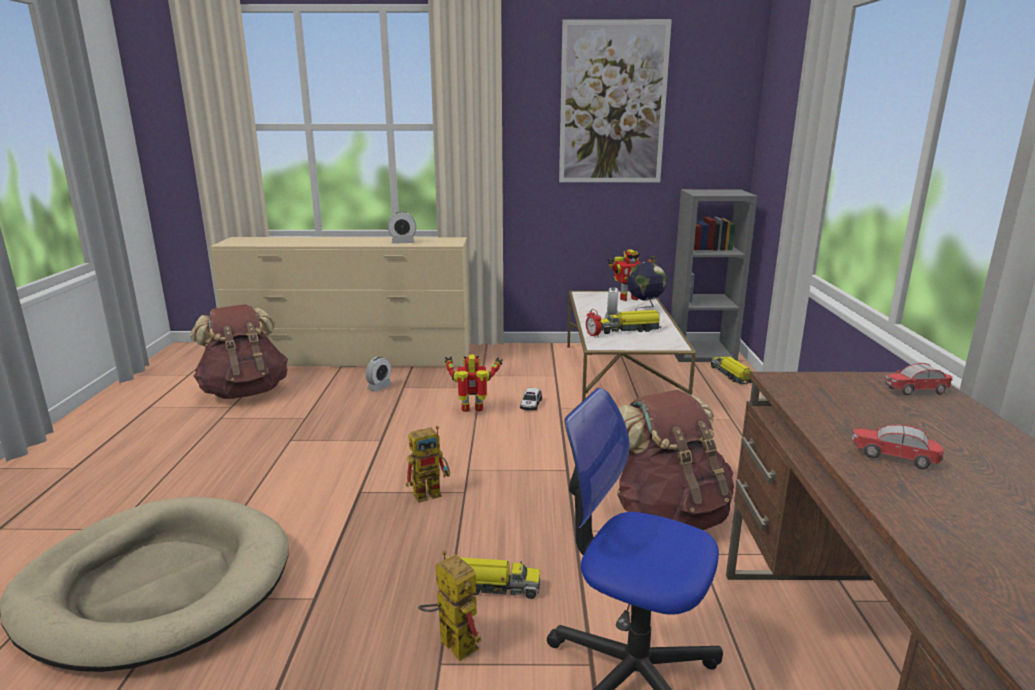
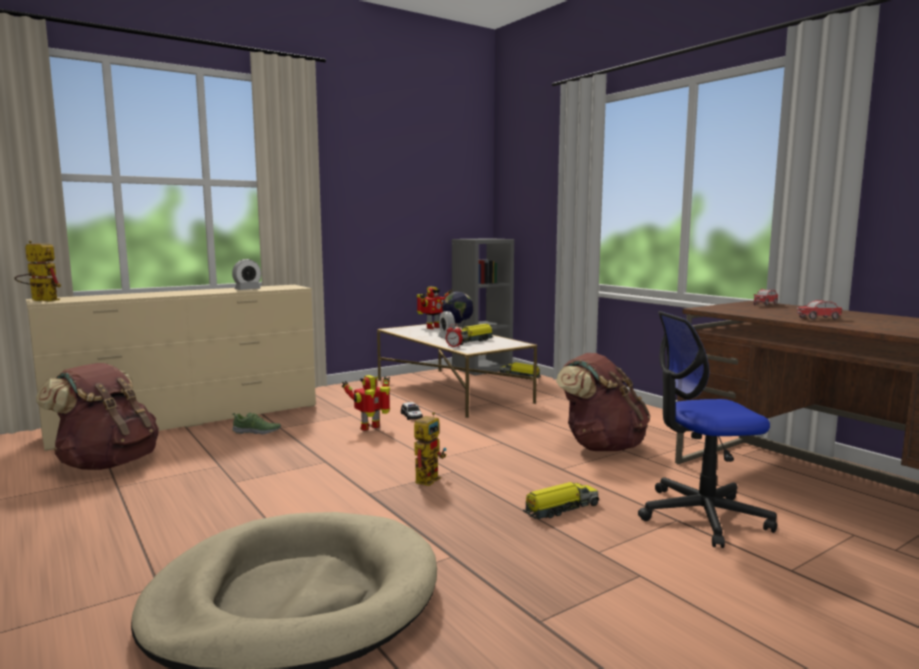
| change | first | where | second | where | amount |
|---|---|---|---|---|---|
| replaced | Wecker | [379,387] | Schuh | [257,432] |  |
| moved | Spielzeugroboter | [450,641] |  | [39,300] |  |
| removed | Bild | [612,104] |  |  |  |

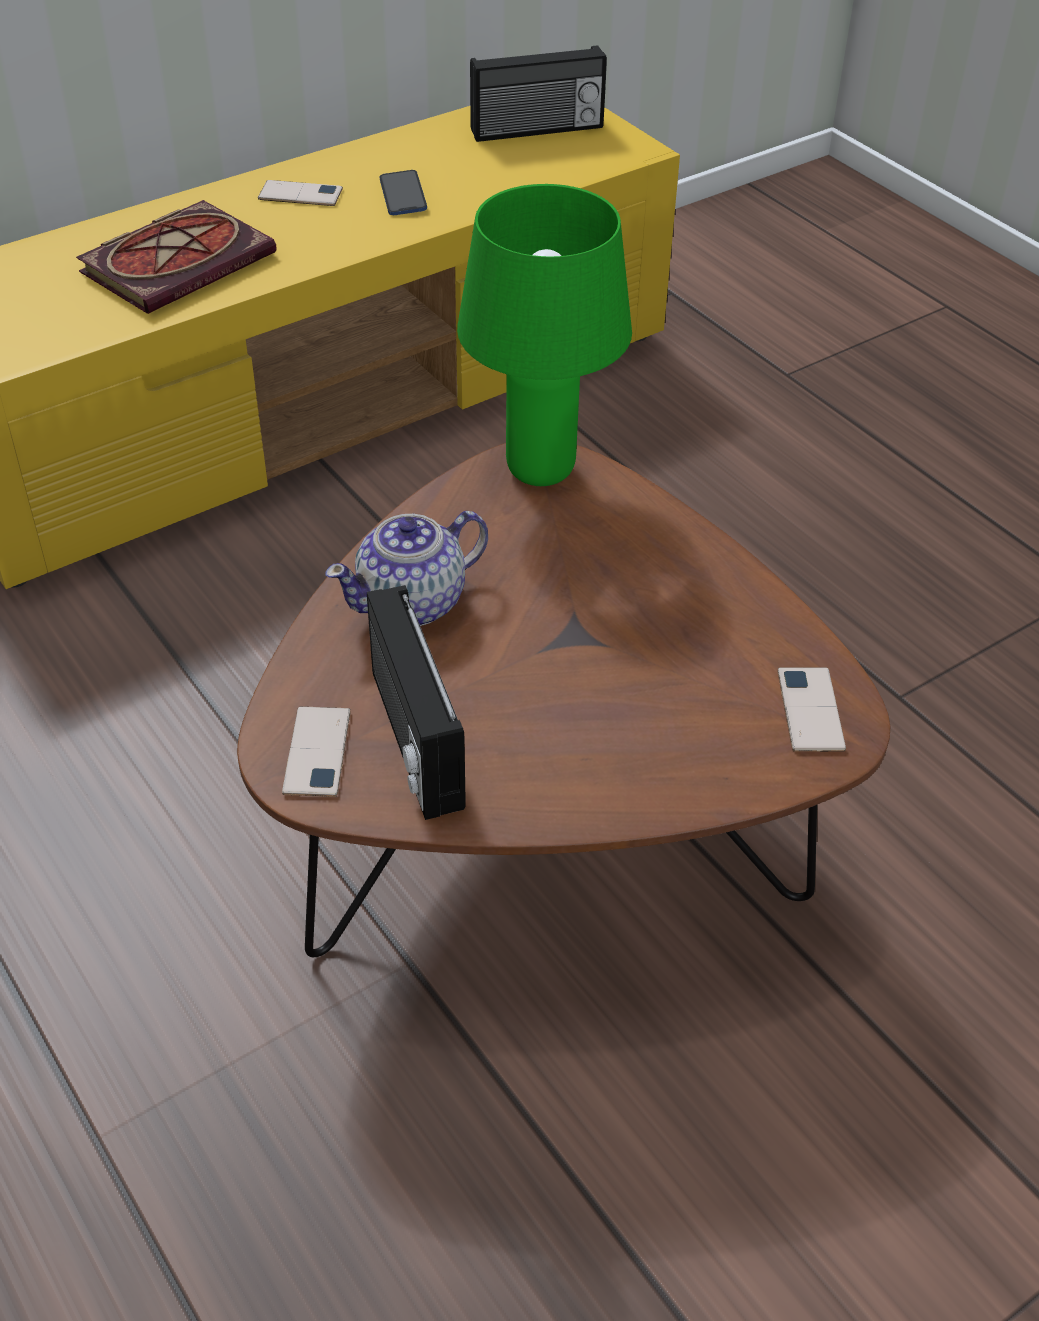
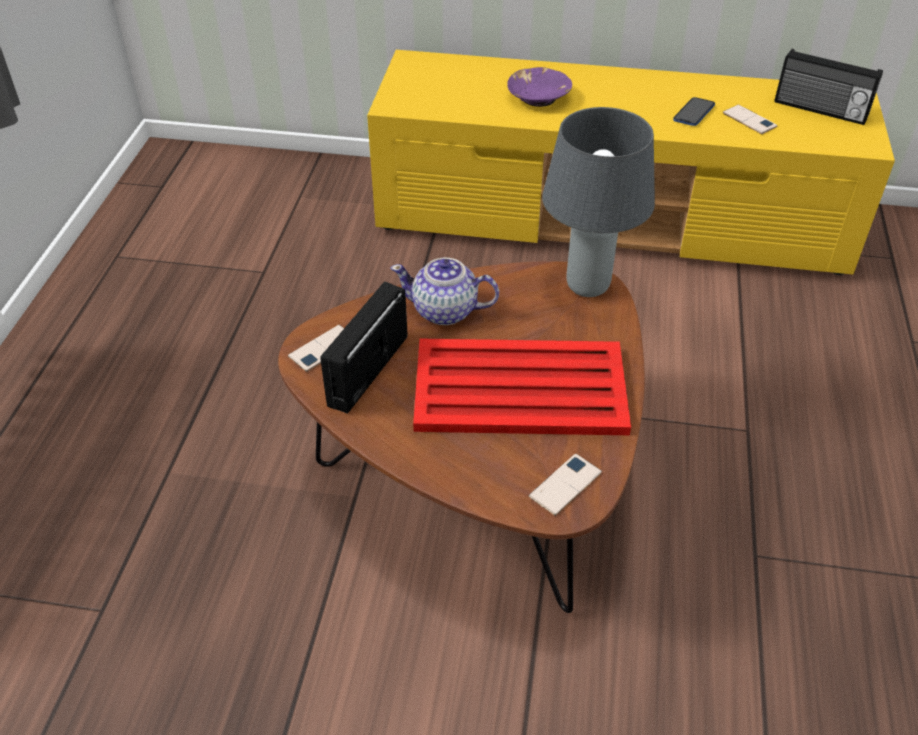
| change | first | where | second | where | amount |
|---|---|---|---|---|---|
| replaced | Buch | [179,261] | Schüssel (lila) | [539,97] |  |
| moved | Handy | [300,194] |  | [749,120] |  |
| recoloured | Tischlampe (grün) | [541,469] | Tischlampe (grau) | [589,286] |  |
| added |  |  | Tablett (rot) | [517,388] |  |

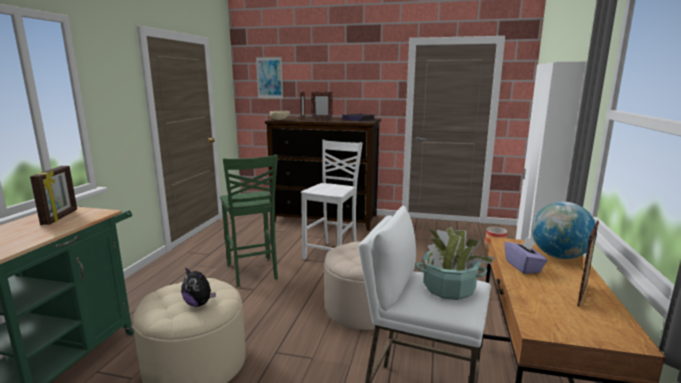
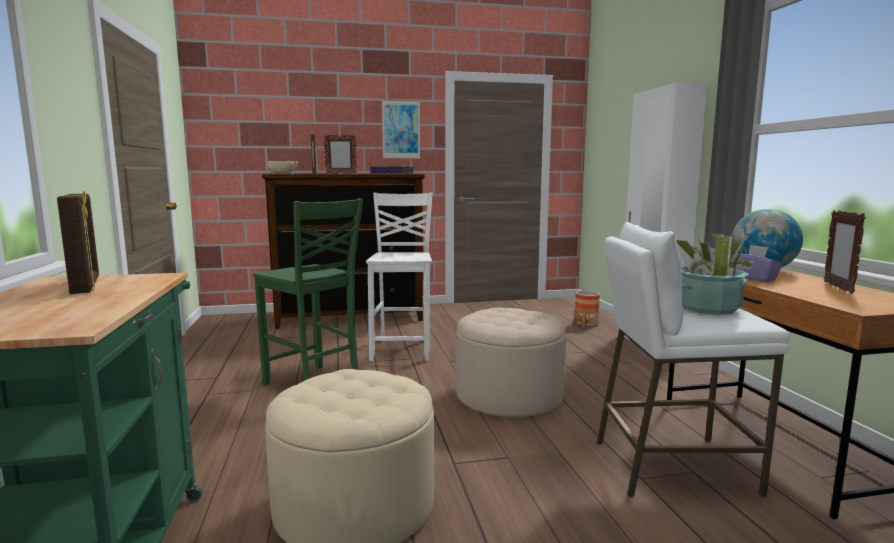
| change | first | where | second | where | amount |
|---|---|---|---|---|---|
| removed | Plüschtier | [199,304] |  |  |  |
| moved | Bild | [269,78] |  | [401,129] |  |

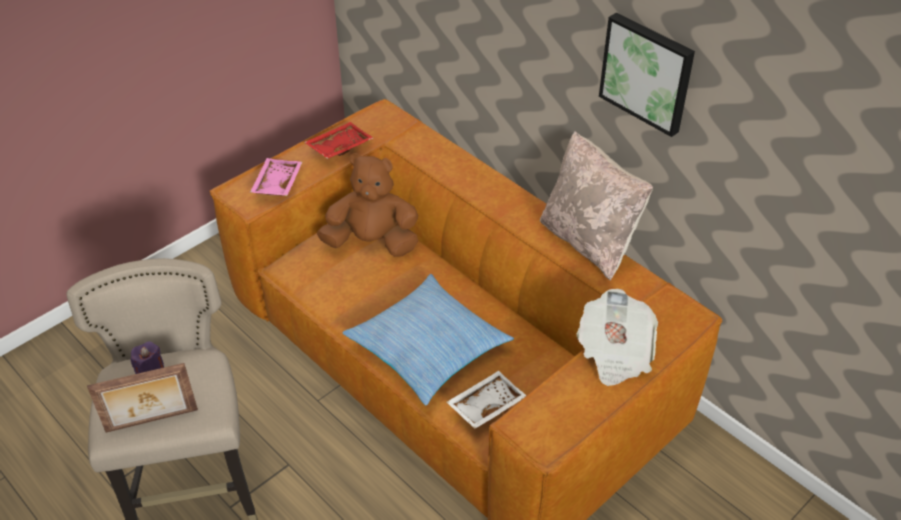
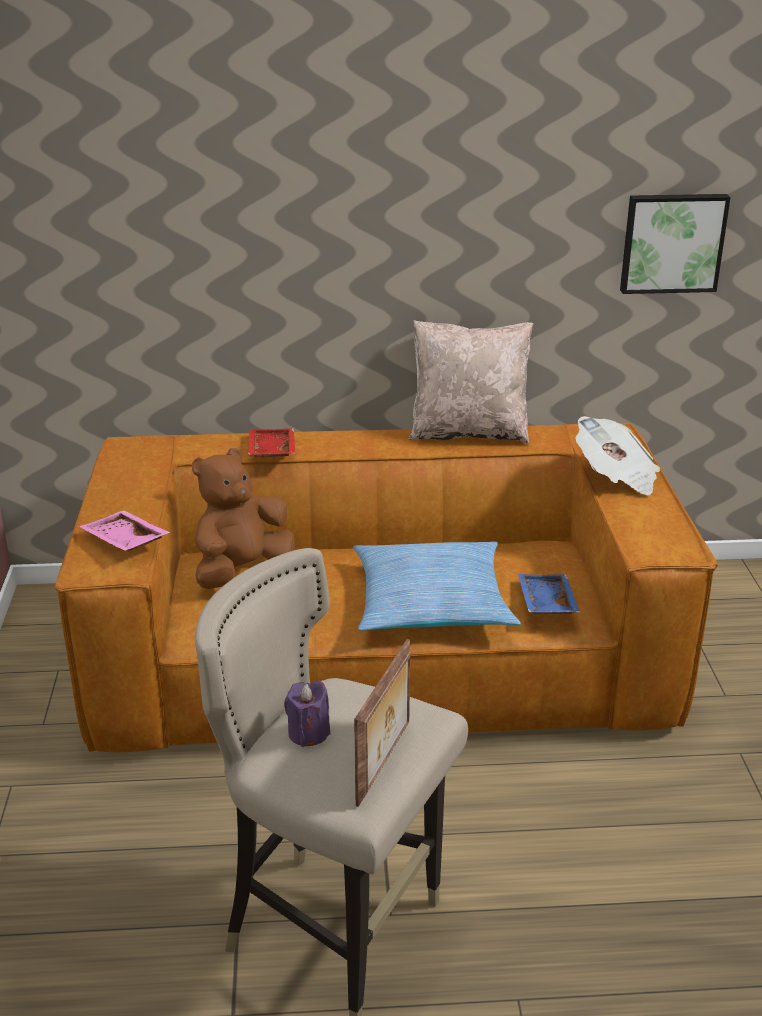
| change | first | where | second | where | amount |
|---|---|---|---|---|---|
| moved | Tablett (rot) | [339,146] |  | [270,451] |  |
| recoloured | Tablett (weiß) | [485,404] | Tablett (blau) | [545,603] |  |
| moved | Bild | [647,72] |  | [672,242] |  |

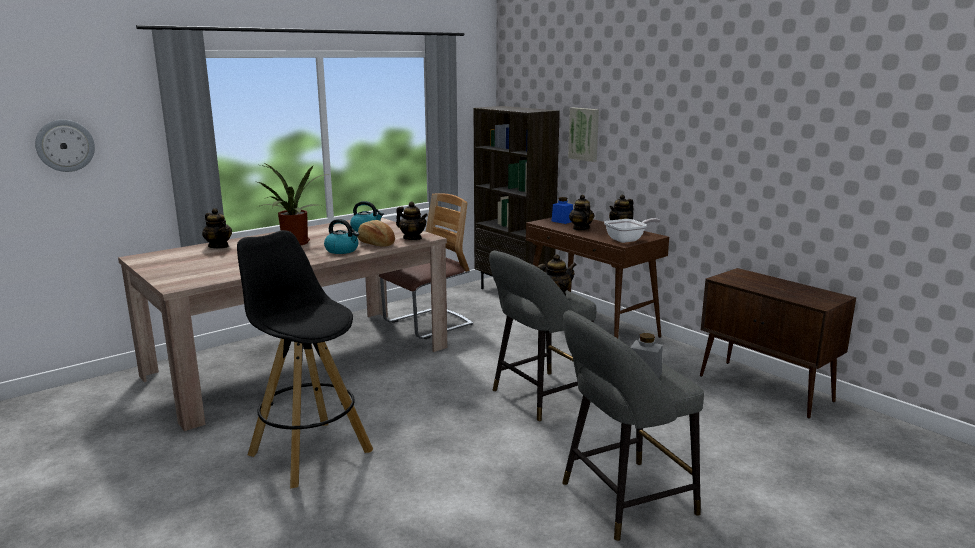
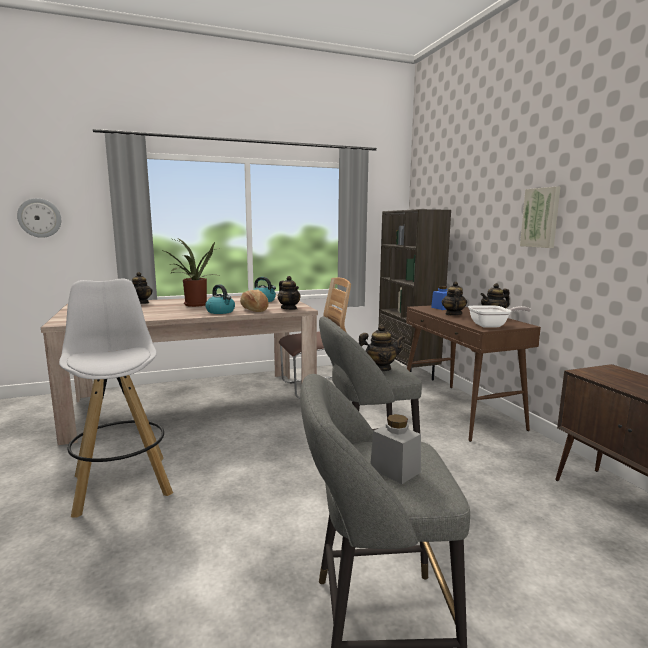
| change | first | where | second | where | amount |
|---|---|---|---|---|---|
| recoloured | Hocker (schwarz) | [309,452] | Hocker (weiß) | [122,484] |  |
| moved | Bild | [584,134] |  | [541,218] |  |

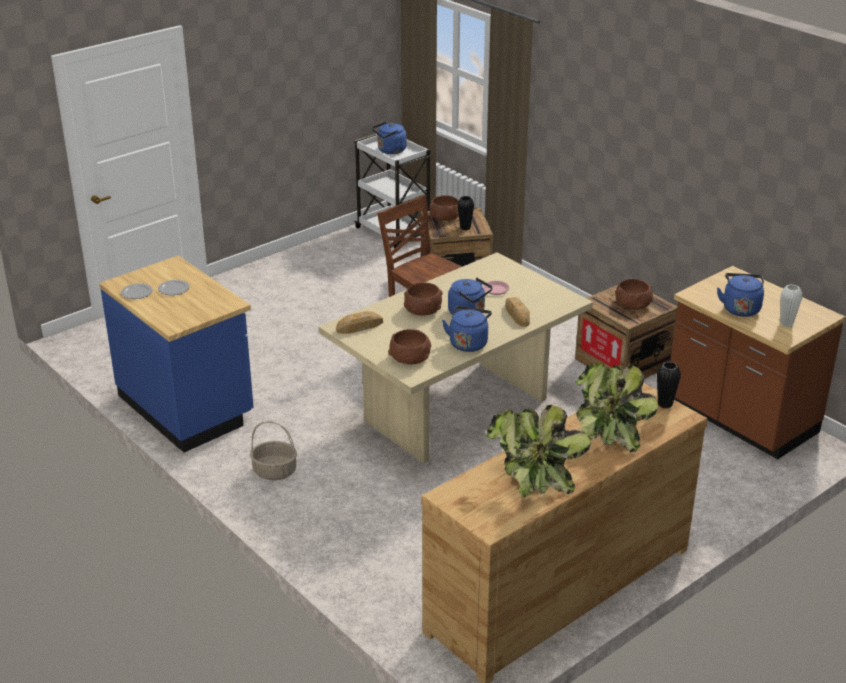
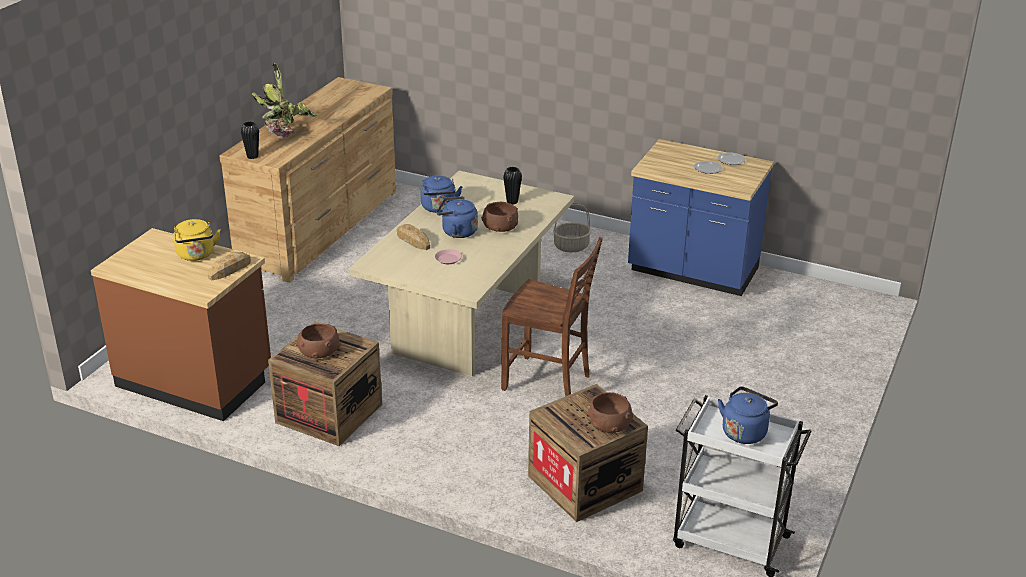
| change | first | where | second | where | amount |
|---|---|---|---|---|---|
| moved | Brot | [359,326] |  | [229,269] |  |
| removed | Schüssel (braun) | [410,357] |  |  |  |
| moved | Vase (schwarz) | [465,228] |  | [512,202] |  |
| removed | Topfpflanze | [531,480] |  |  |  |
| recoloured | Wasserkessel (blau) | [740,308] | Wasserkessel (gelb) | [196,255] |  |
| removed | Vase (weiß) | [786,323] |  |  |  |

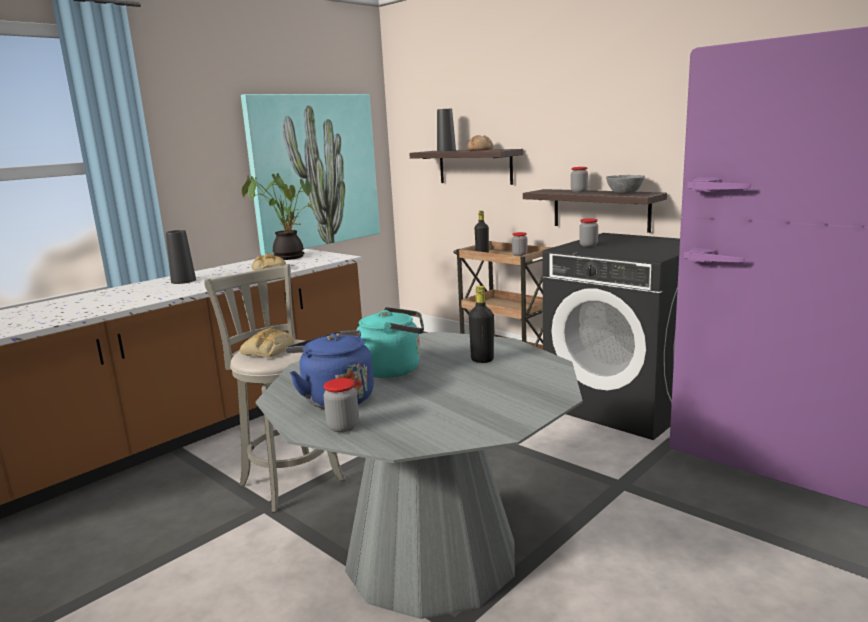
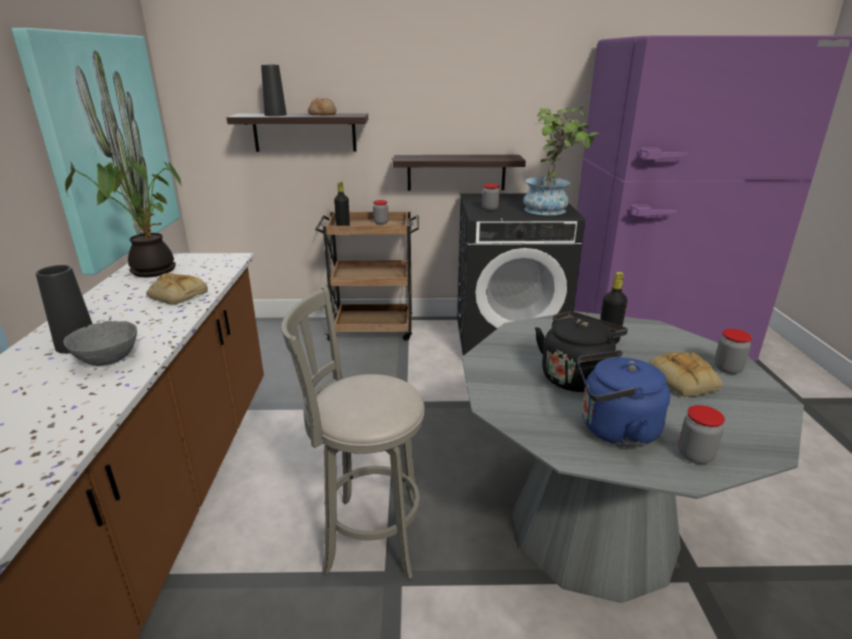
| change | first | where | second | where | amount |
|---|---|---|---|---|---|
| moved | Brot | [268,350] |  | [684,381] |  |
| recoloured | Wasserkessel (türkis) | [394,369] | Wasserkessel (schwarz) | [576,376] |  |
| moved | Vorratsglas | [579,191] |  | [727,369] |  |
| moved | Schüssel (grau) | [624,193] |  | [108,359] |  |
| added |  |  | Topfpflanze | [552,210] |  |

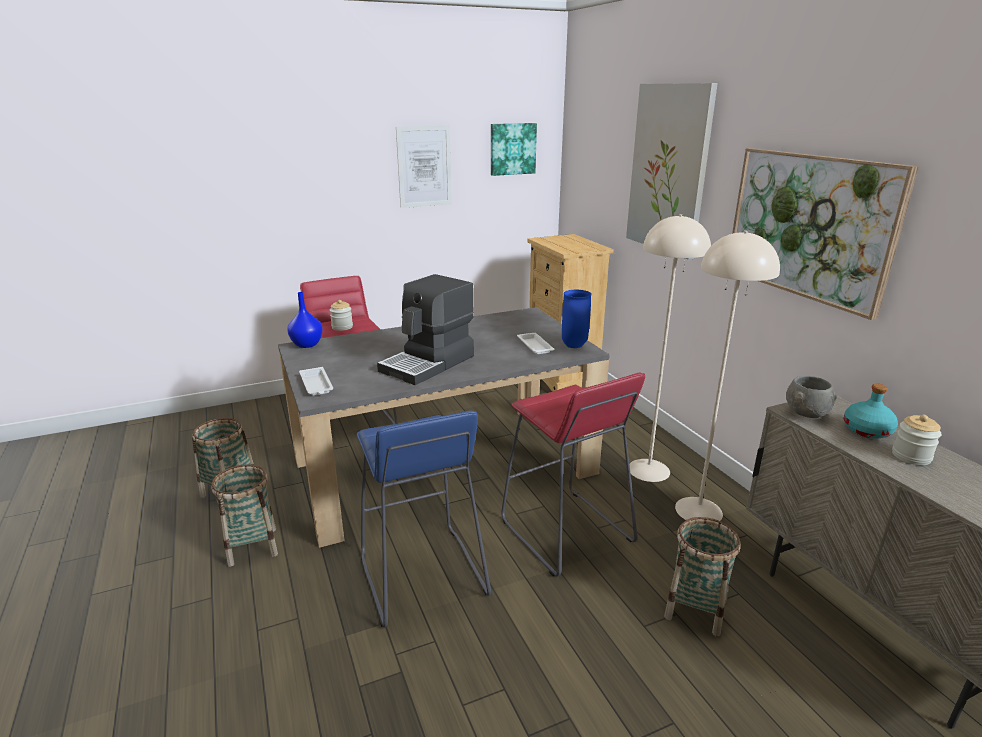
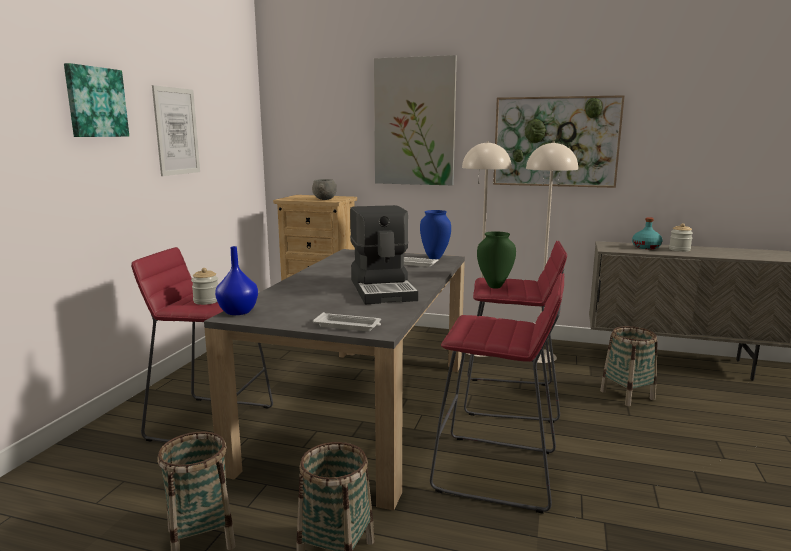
| change | first | where | second | where | amount |
|---|---|---|---|---|---|
| recoloured | Hocker (blau) | [421,576] | Hocker (rot) | [497,472] |  |
| moved | Bild | [512,149] |  | [95,102] |  |
| moved | Schüssel (grau) | [805,414] |  | [324,199] |  |
| added |  |  | Vase (grün) | [494,286] |  |

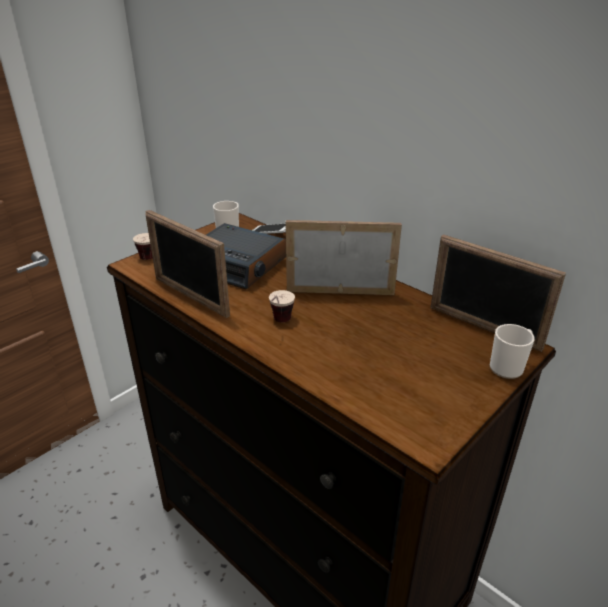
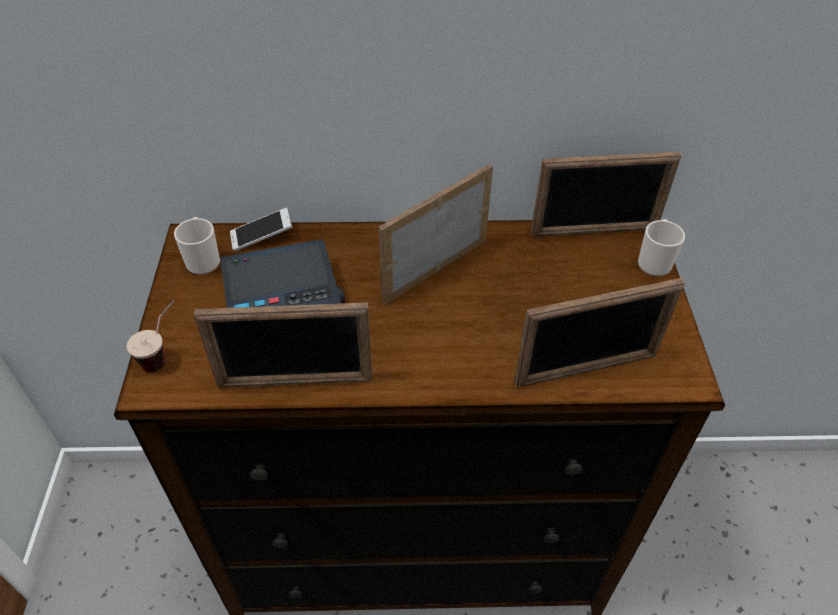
| change | first | where | second | where | amount |
|---|---|---|---|---|---|
| removed | Tasse | [279,324] |  |  |  |
| added |  |  | Bilderrahmen | [586,370] |  |

